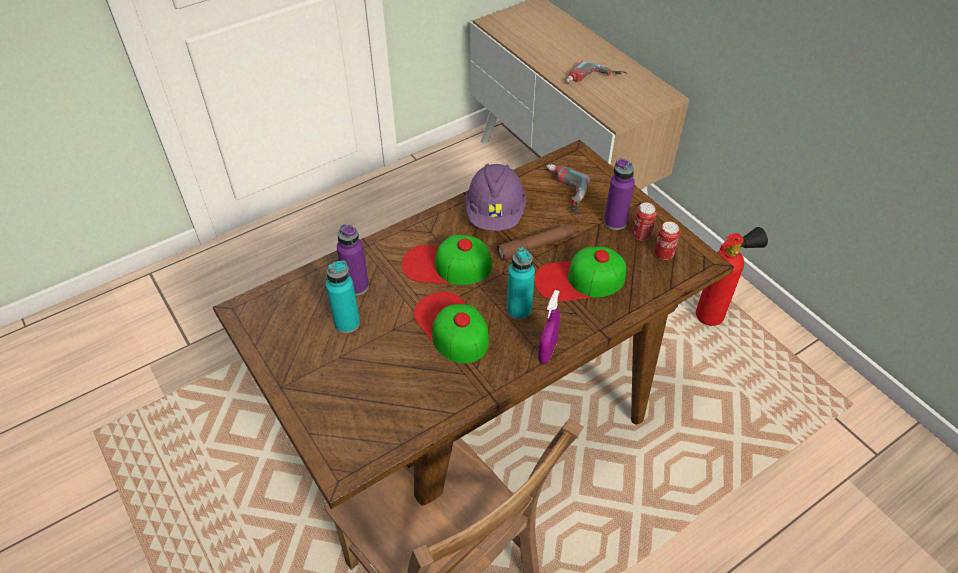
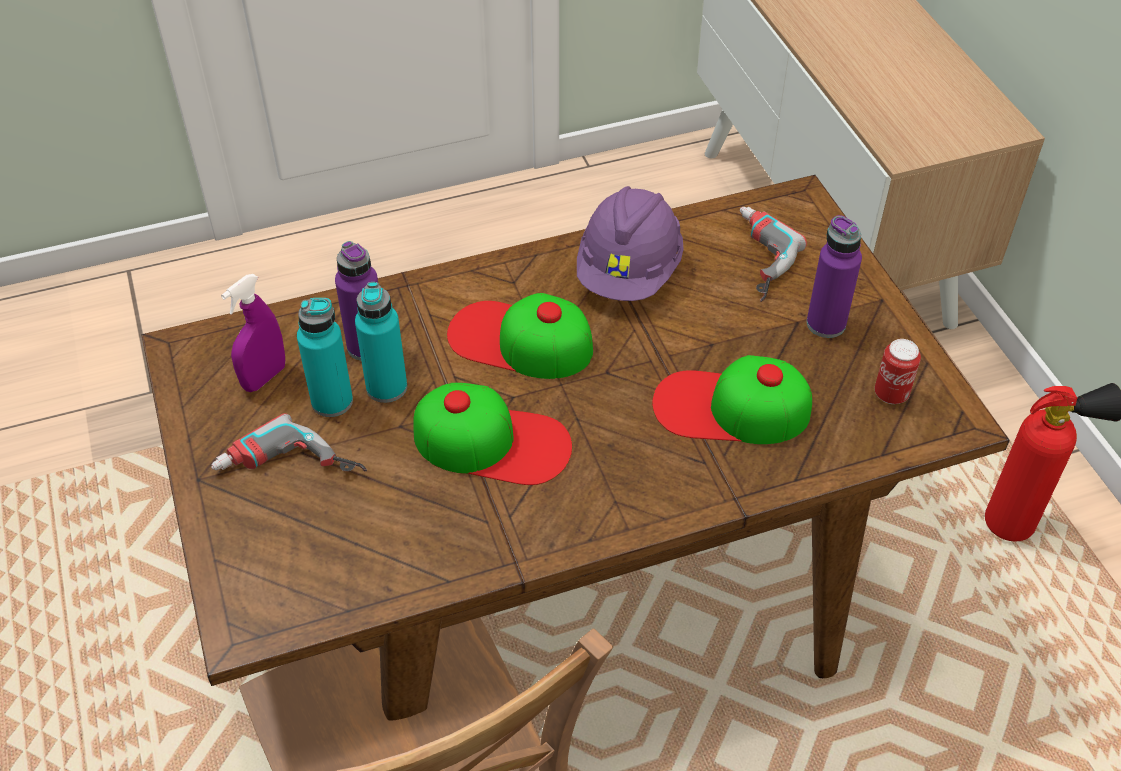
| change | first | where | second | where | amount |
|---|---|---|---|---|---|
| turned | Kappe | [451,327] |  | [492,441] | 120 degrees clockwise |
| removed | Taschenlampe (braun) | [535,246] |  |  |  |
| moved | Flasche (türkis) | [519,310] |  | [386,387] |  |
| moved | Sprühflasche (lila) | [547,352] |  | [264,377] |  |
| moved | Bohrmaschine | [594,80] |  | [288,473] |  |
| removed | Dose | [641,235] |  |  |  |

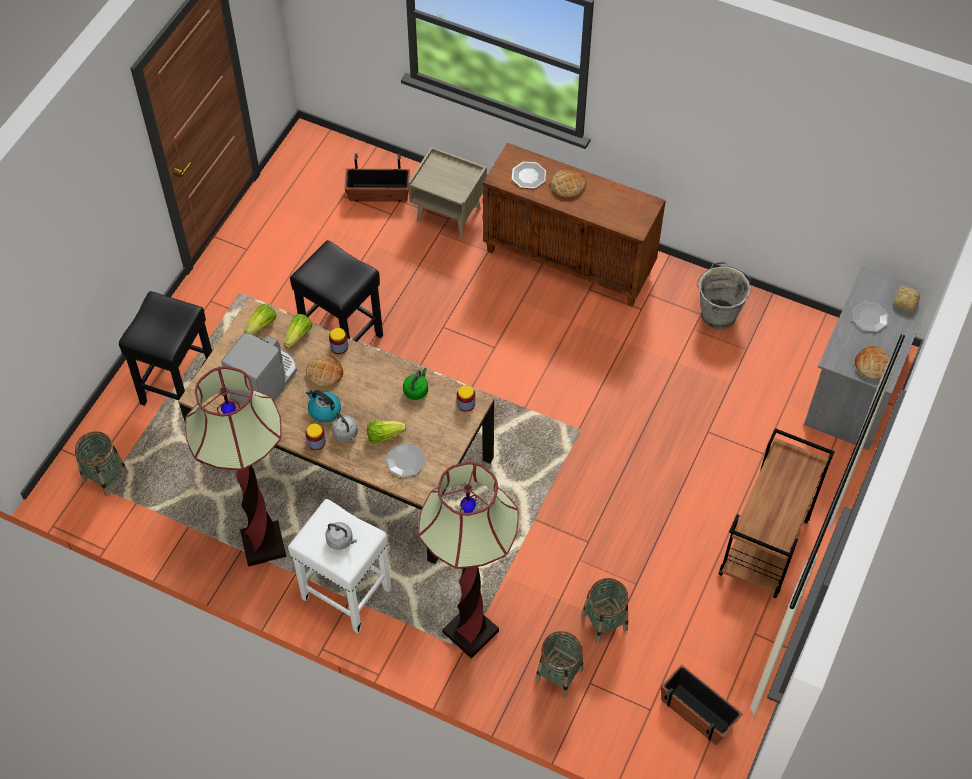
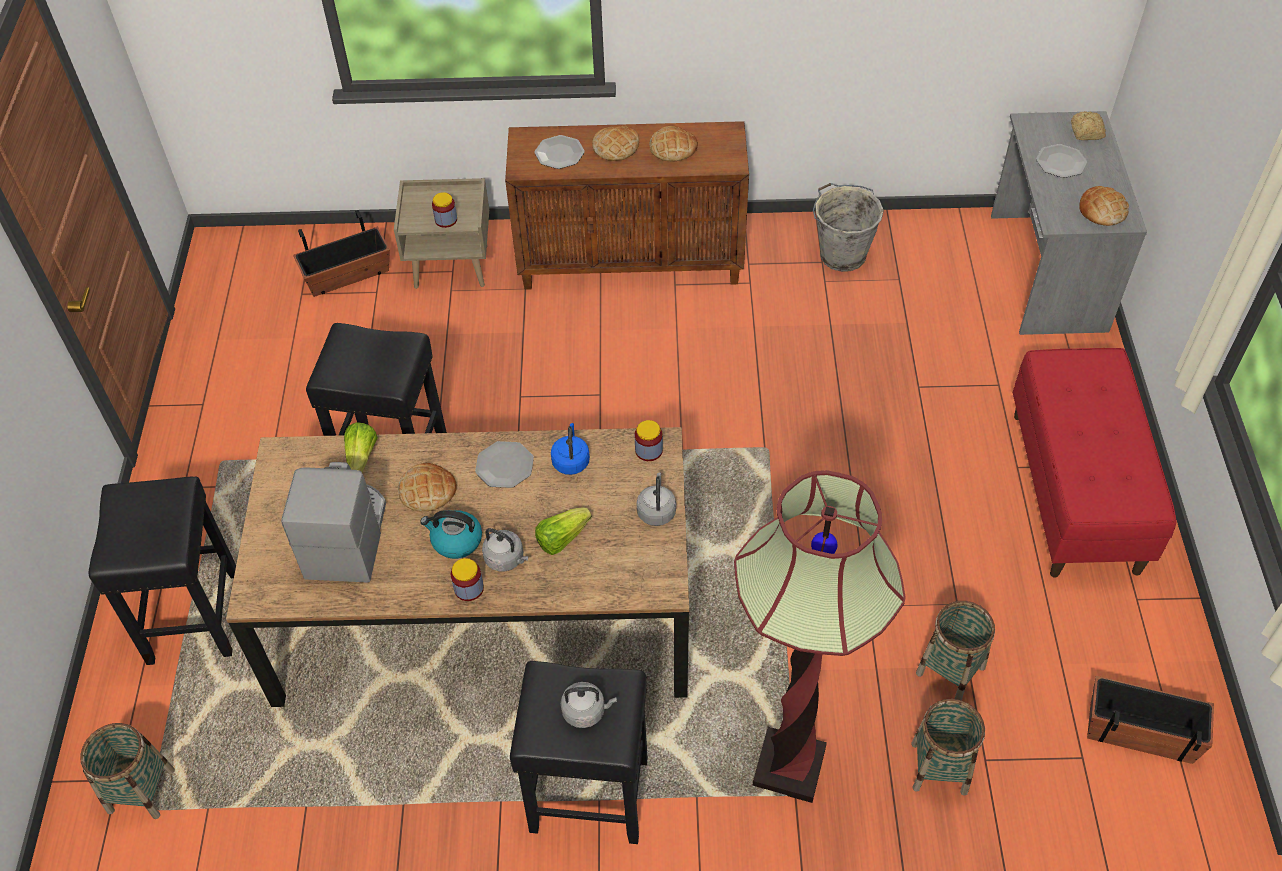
| change | first | where | second | where | amount |
|---|---|---|---|---|---|
| removed | Stehlampe | [263,545] |  |  |  |
| removed | Salatkopf | [262,325] |  |  |  |
| recoloured | Hocker (weiß) | [345,593] | Hocker (schwarz) | [586,795] |  |
| moved | Vorratsglas | [339,346] |  | [446,220] |  |
| moved | Teller | [405,461] |  | [504,465] |  |
| recoloured | Wasserkessel (grün) | [416,390] | Wasserkessel (blau) | [571,461] |  |
| replaced | Rollwagen (braun) | [764,548] | Bank (rot) | [1075,491] |  |
| added |  |  | Wasserkessel (grau) | [656,511] |  |
| added |  |  | Brot | [673,148] |  |

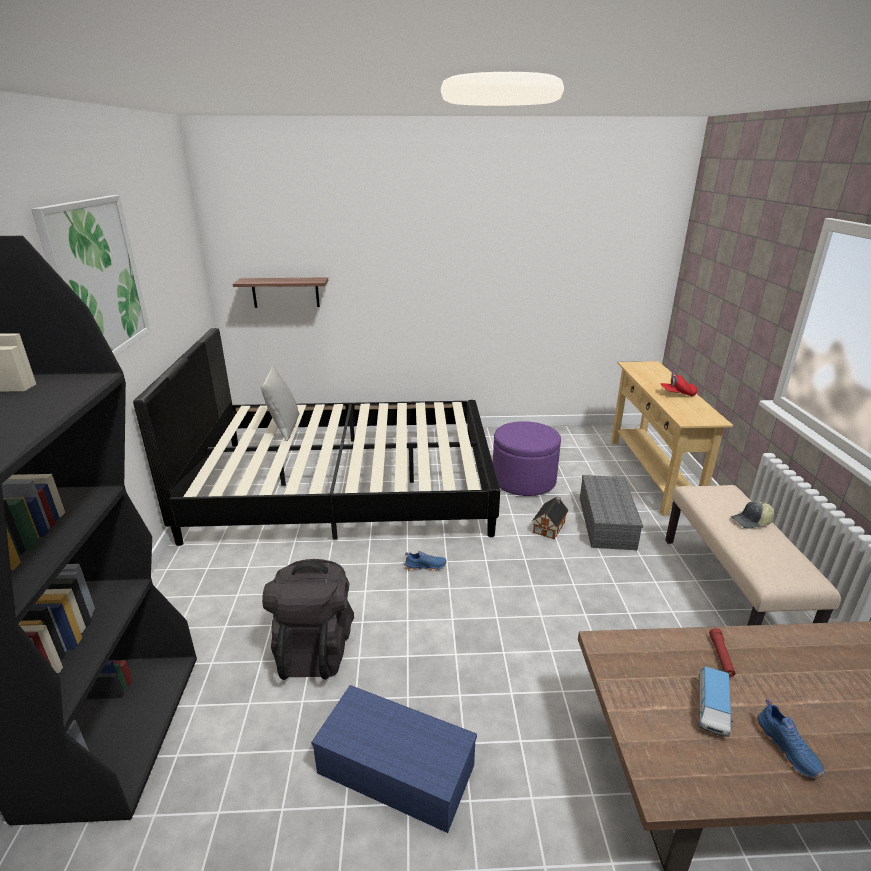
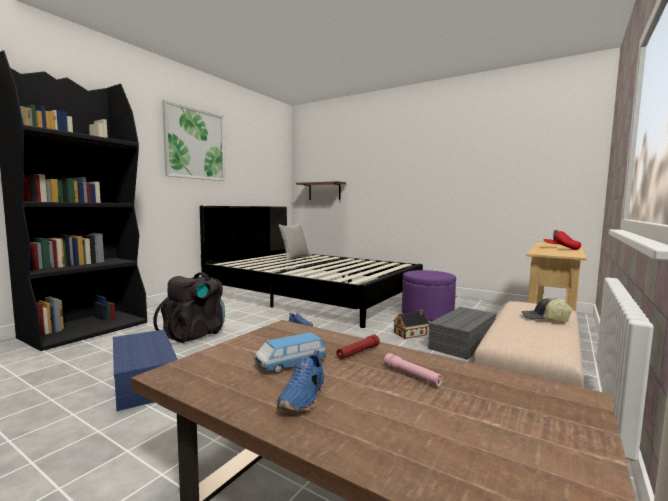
| change | first | where | second | where | amount |
|---|---|---|---|---|---|
| added |  |  | Taschenlampe (rosa) | [412,376] |  |

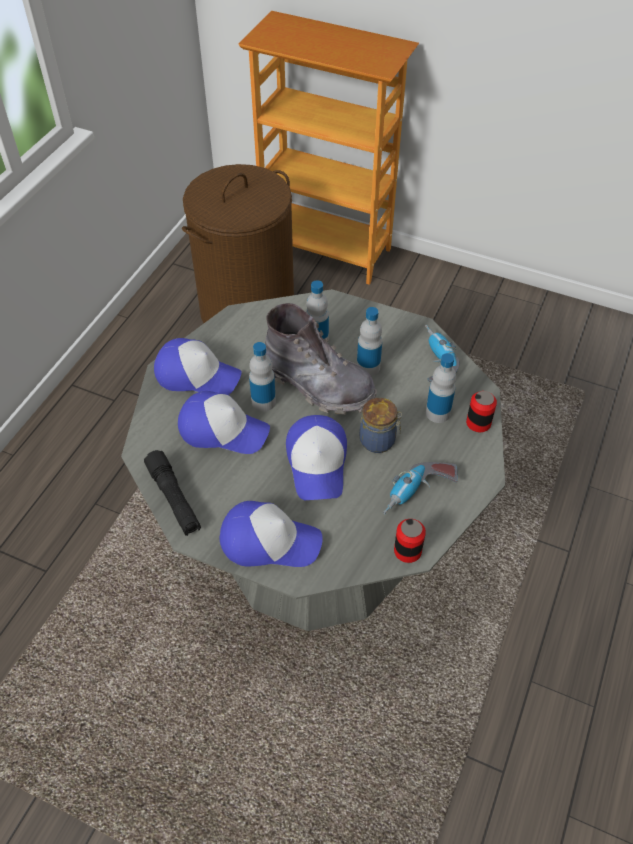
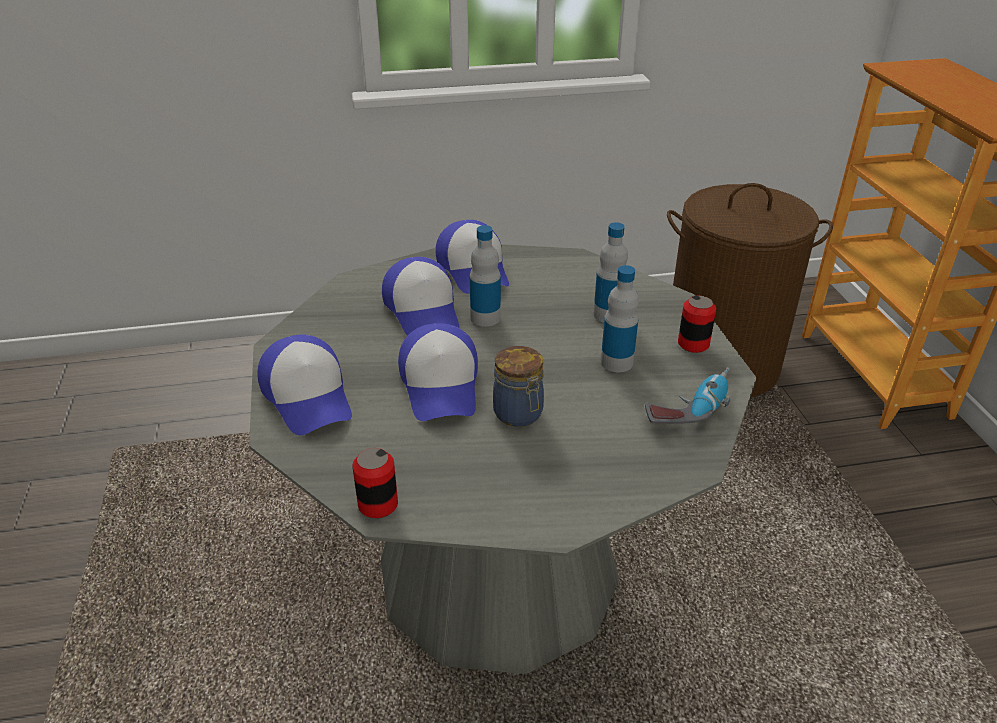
| change | first | where | second | where | amount |
|---|---|---|---|---|---|
| removed | Taschenlampe (schwarz) | [174,498] |  |  |  |
| removed | Stiefel (grau) | [318,385] |  |  |  |
| turned | Kappe | [318,463] |  | [441,385] | 60 degrees counterclockwise |
| removed | Bohrmaschine | [418,494] |  |  |  |
| removed | Flasche | [437,413] |  |  |  |
| moved | Dose | [478,423] |  | [693,344] |  |

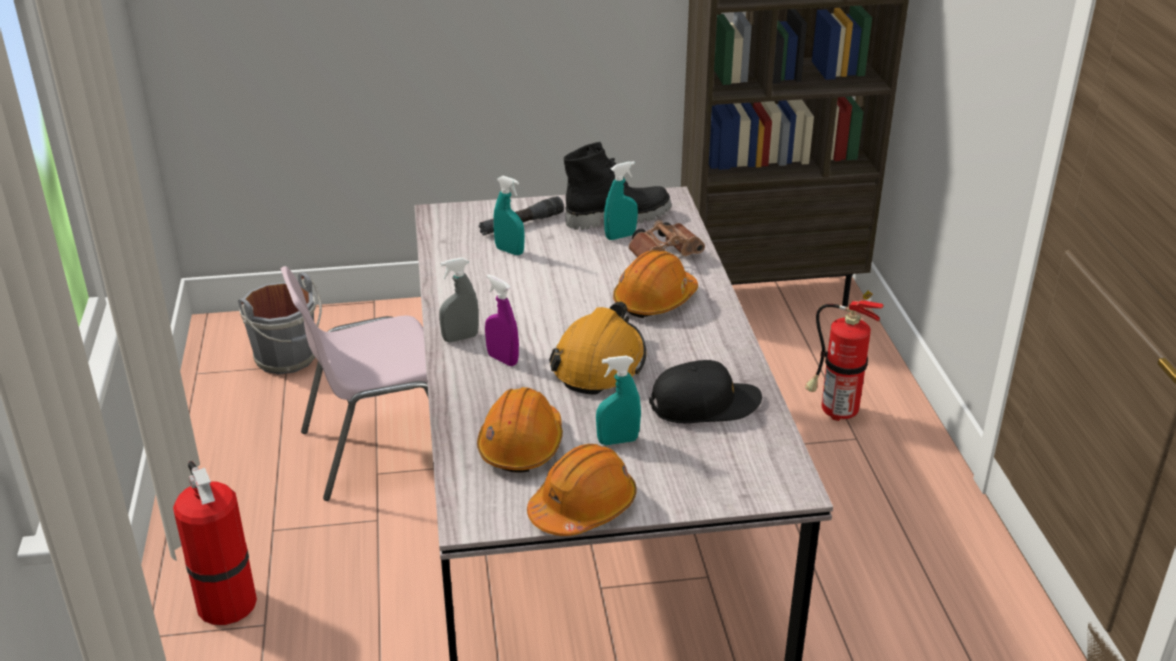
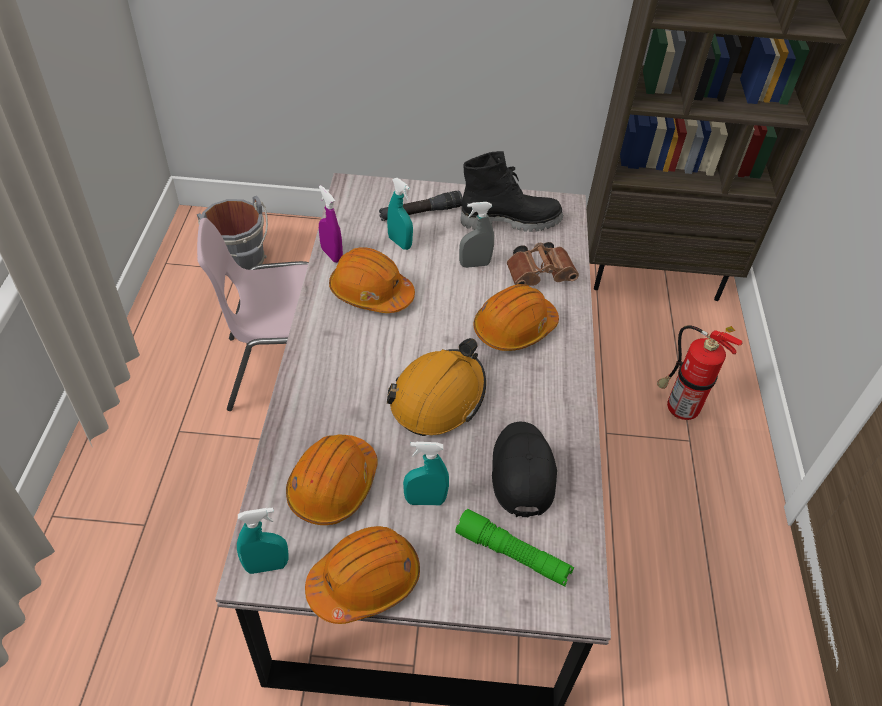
| change | first | where | second | where | amount |
|---|---|---|---|---|---|
| removed | Feuerlöscher | [225,601] |  |  |  |
| moved | Sprühflasche (grau) | [460,338] |  | [474,264] |  |
| moved | Sprühflasche (lila) | [502,359] |  | [331,254] |  |
| moved | Sprühflasche (türkis) | [620,236] |  | [266,566] |  |
| turned | Kappe (schwarz) | [705,404] |  | [522,471] | 90 degrees counterclockwise |
| added |  |  | Schutzhelm (orange) | [370,293] |  |
| added |  |  | Taschenlampe (grün) | [512,554] |  |

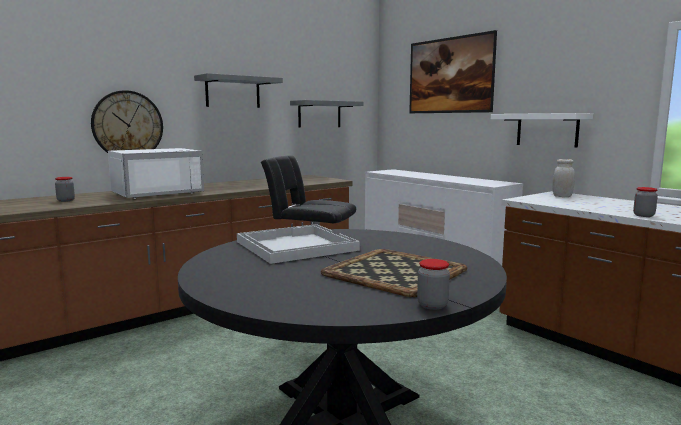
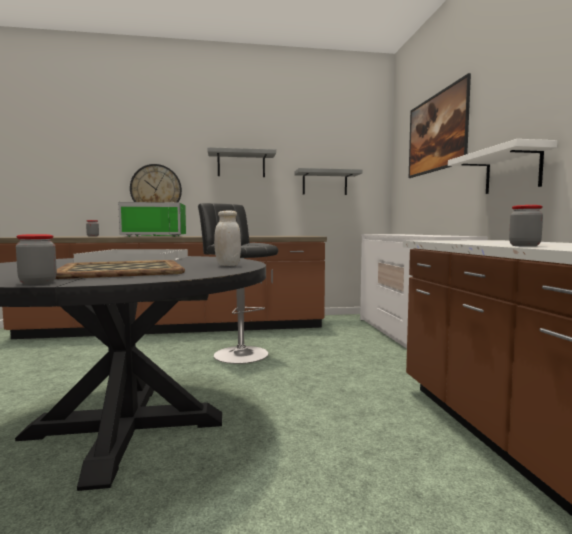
| change | first | where | second | where | amount |
|---|---|---|---|---|---|
| recoloured | Mikrowelle (weiß) | [156,193] | Mikrowelle (grün) | [156,236] |  |
| moved | Vorratsglas (weiß) | [562,196] |  | [227,265] |  |

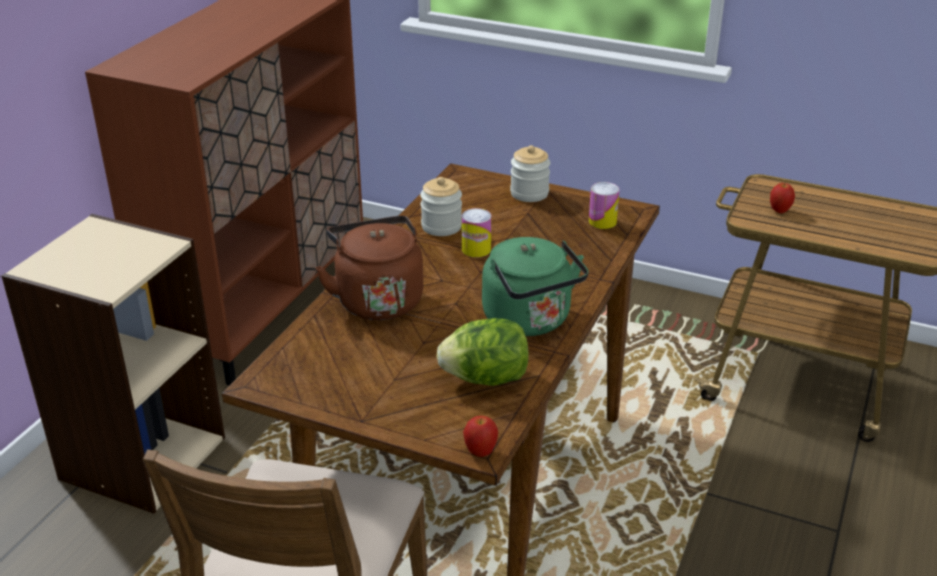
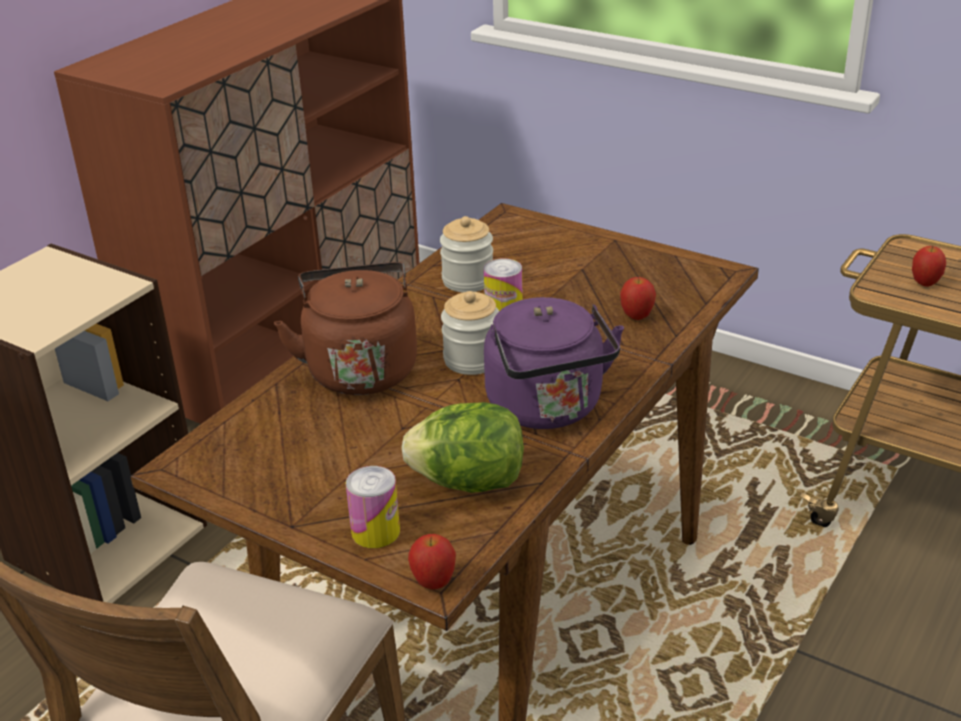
| change | first | where | second | where | amount |
|---|---|---|---|---|---|
| recoloured | Wasserkessel (grün) | [530,321] | Wasserkessel (lila) | [548,409] |  |
| moved | Vorratsglas | [529,193] |  | [472,360] |  |
| moved | Dose | [602,221] |  | [375,531] |  |
| added |  |  | Apfel | [636,317] |  |

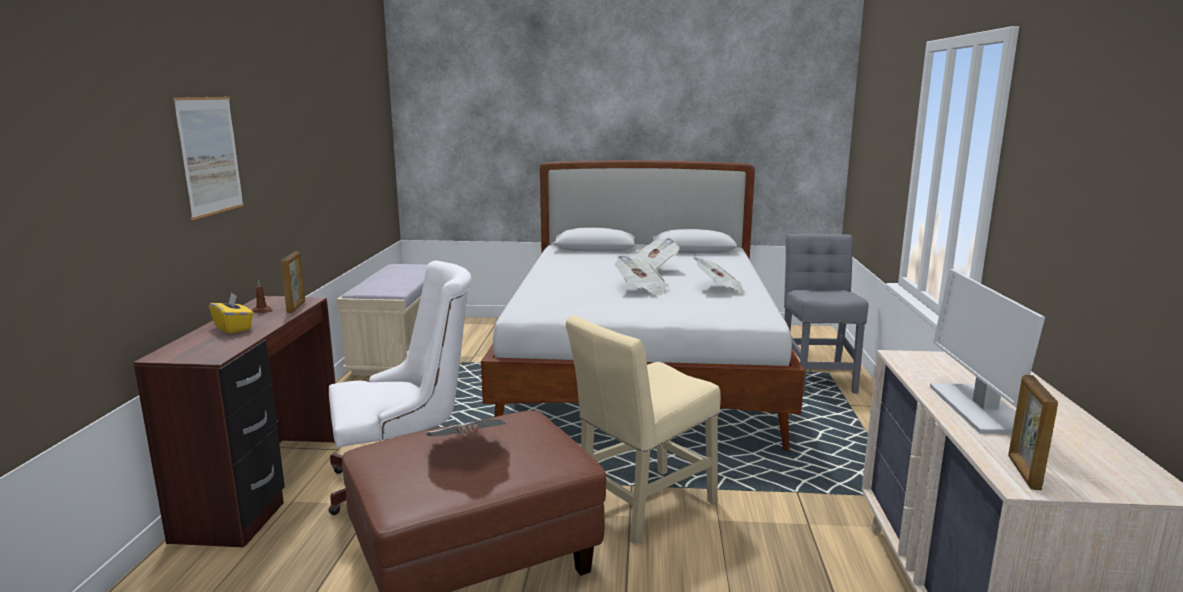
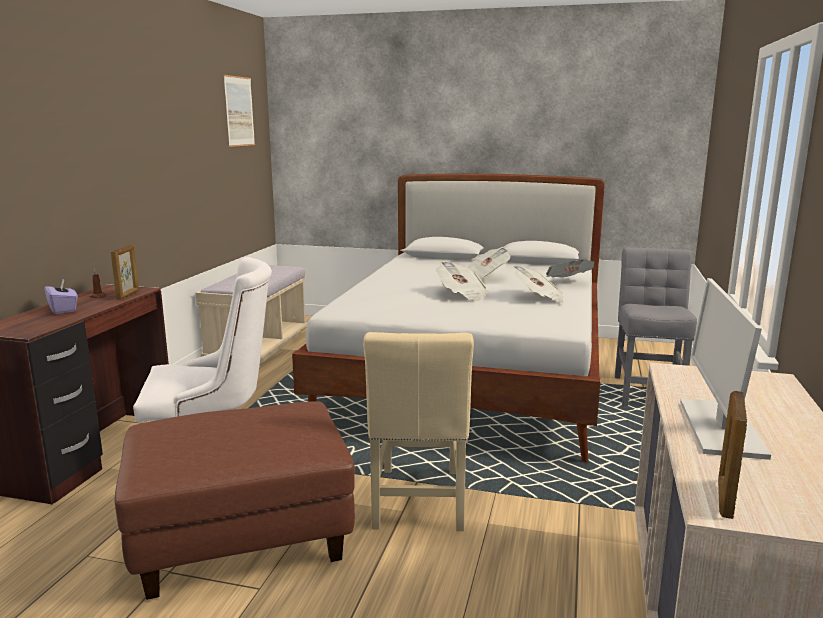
| change | first | where | second | where | amount |
|---|---|---|---|---|---|
| moved | Bild | [210,156] |  | [239,111] |  |
| recoloured | Taschentuchbox (gelb) | [233,328] | Taschentuchbox (lila) | [63,309] |  |
| moved | Zeitung | [466,449] |  | [568,282] |  |
| turned | Stuhl (beige) | [642,506] |  | [418,502] | 60 degrees counterclockwise |

